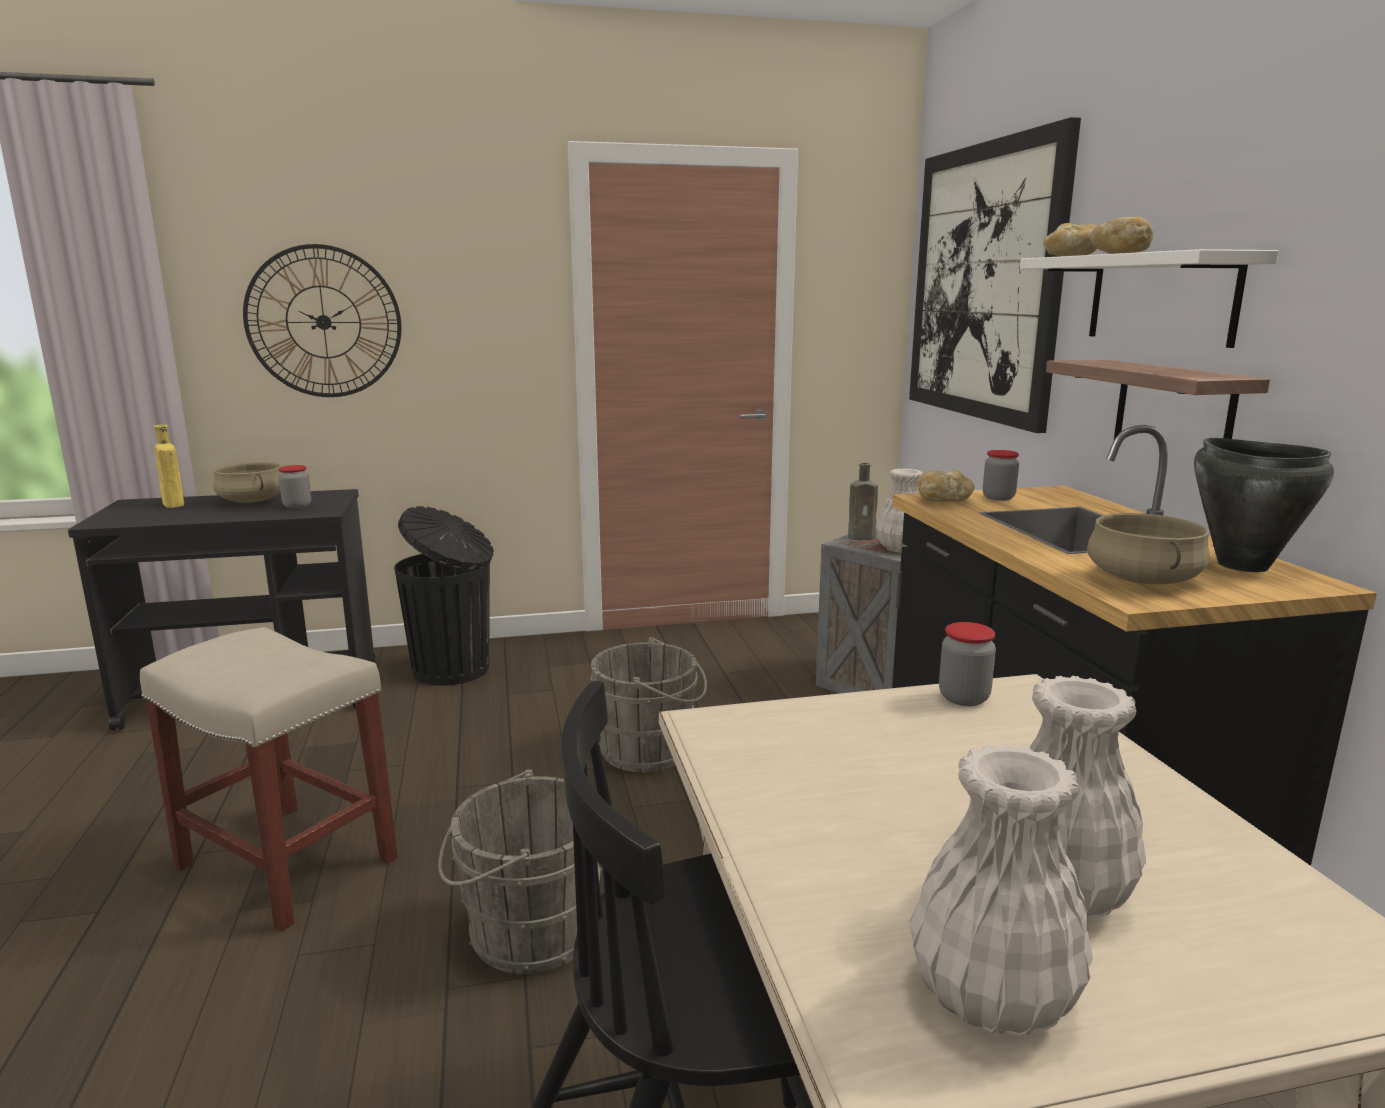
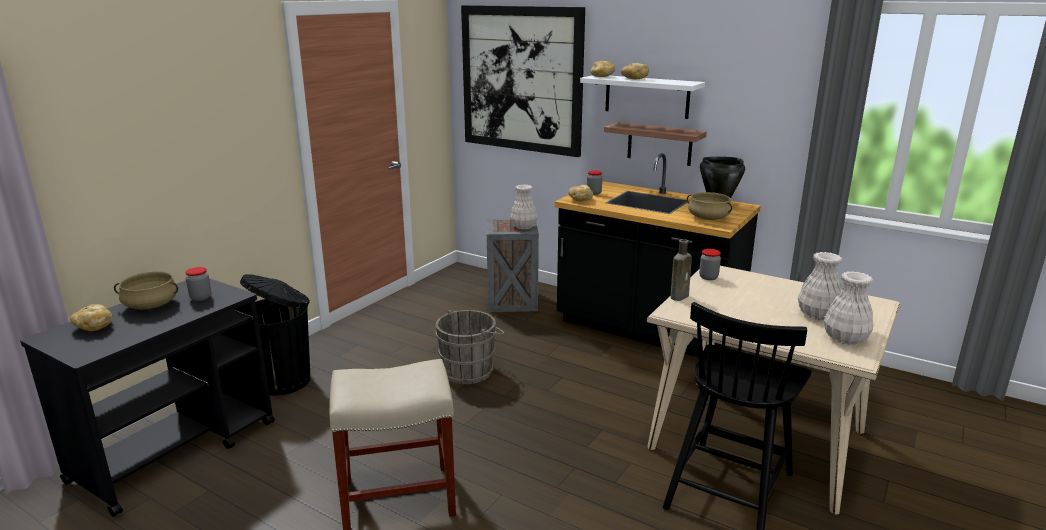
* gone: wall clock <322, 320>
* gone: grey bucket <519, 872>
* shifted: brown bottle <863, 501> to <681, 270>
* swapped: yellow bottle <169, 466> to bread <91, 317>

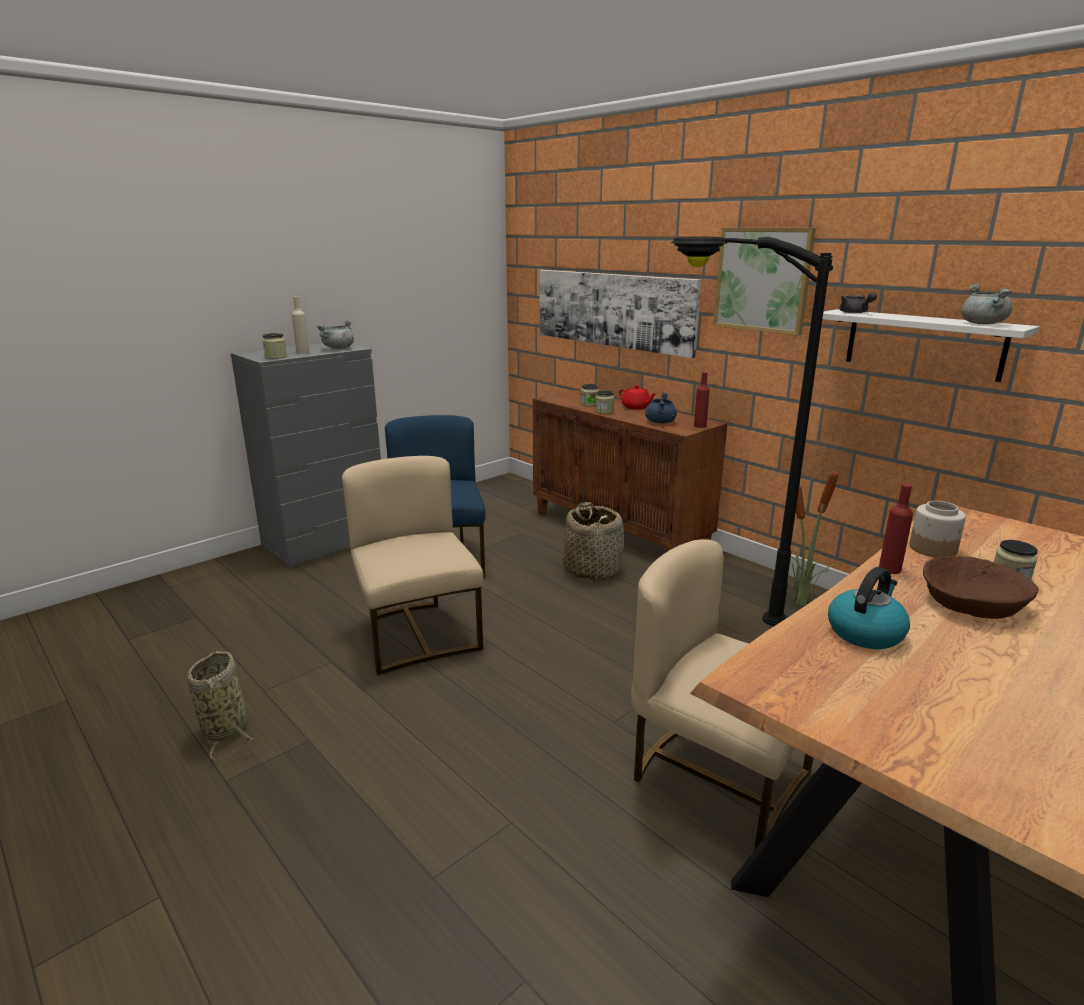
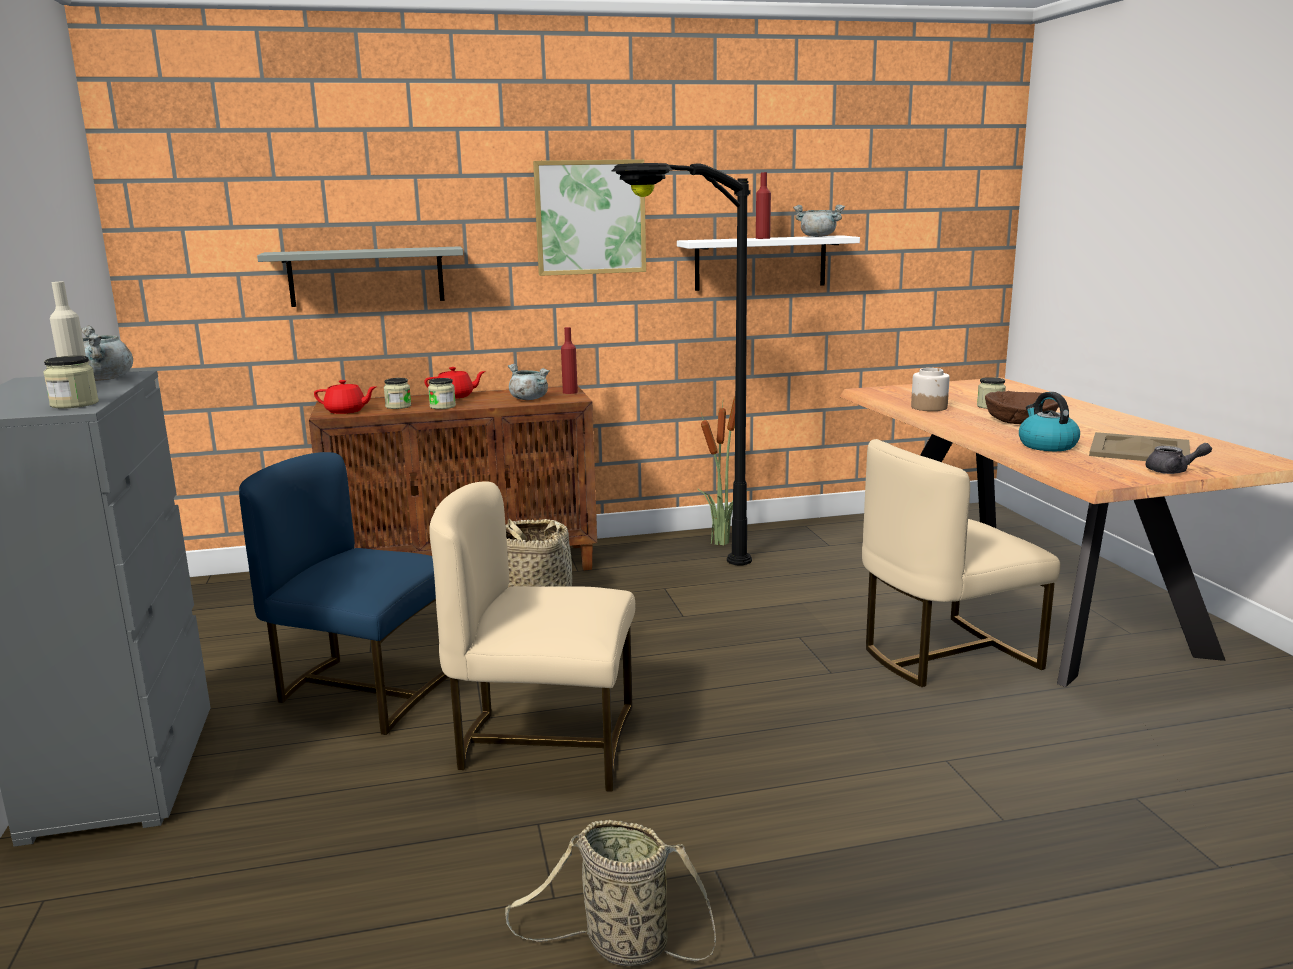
* new: red teapot <345, 397>
* new: beige tray <1139, 448>
* shifted: grey teapot <858, 302> to <1179, 458>
* shifted: red bottle <896, 529> to <763, 205>
* swapped: picture <620, 314> to grey shelf <360, 276>
* repainted: blue cooking pot <661, 408> to grey cooking pot <529, 382>

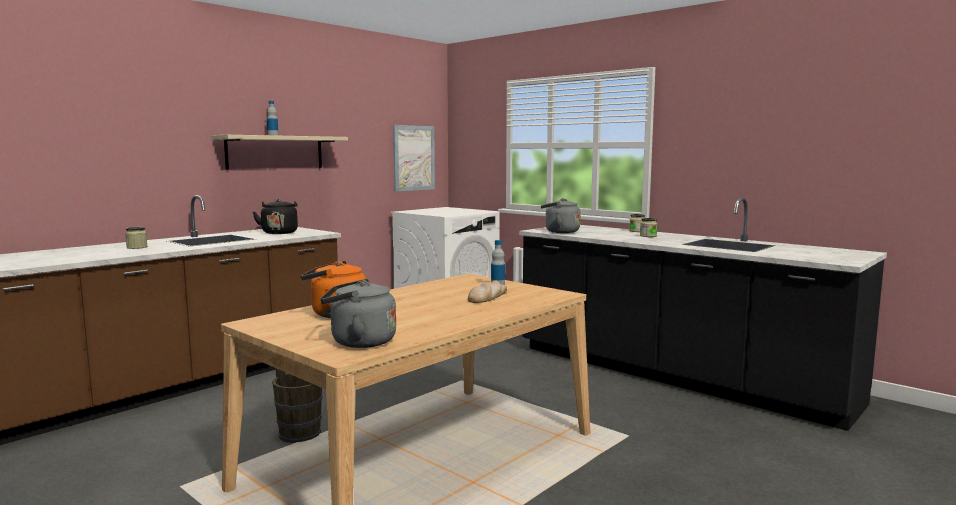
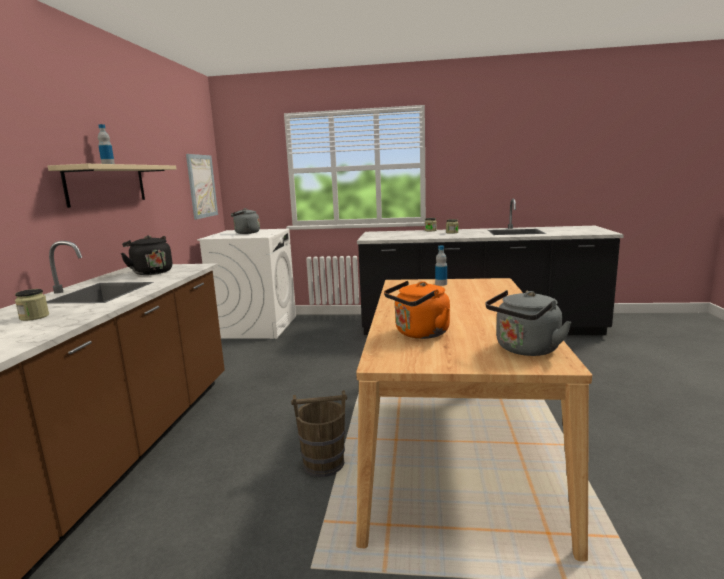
* gone: bread <487, 291>
* shifted: grey kettle <561, 215> to <245, 221>

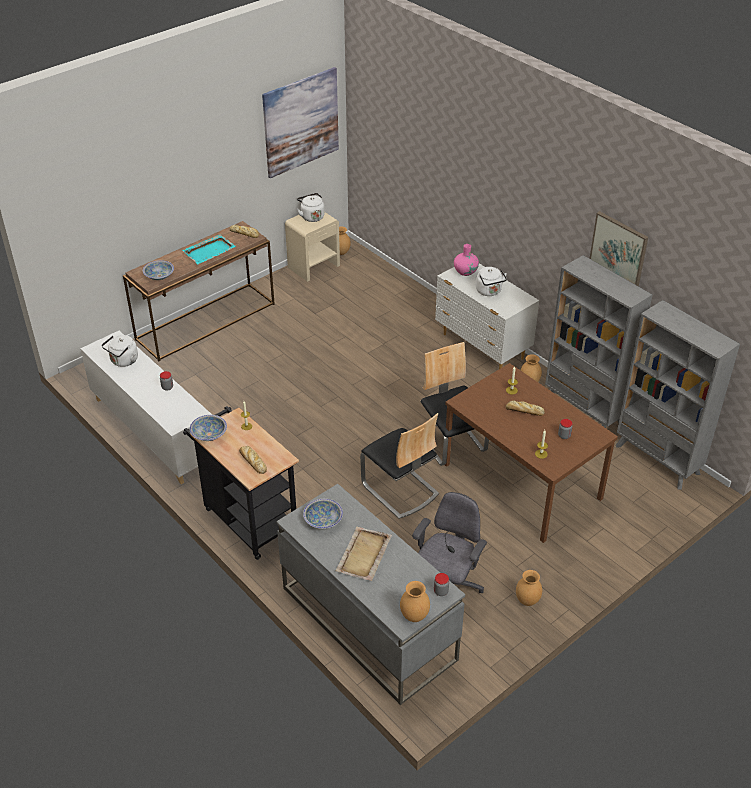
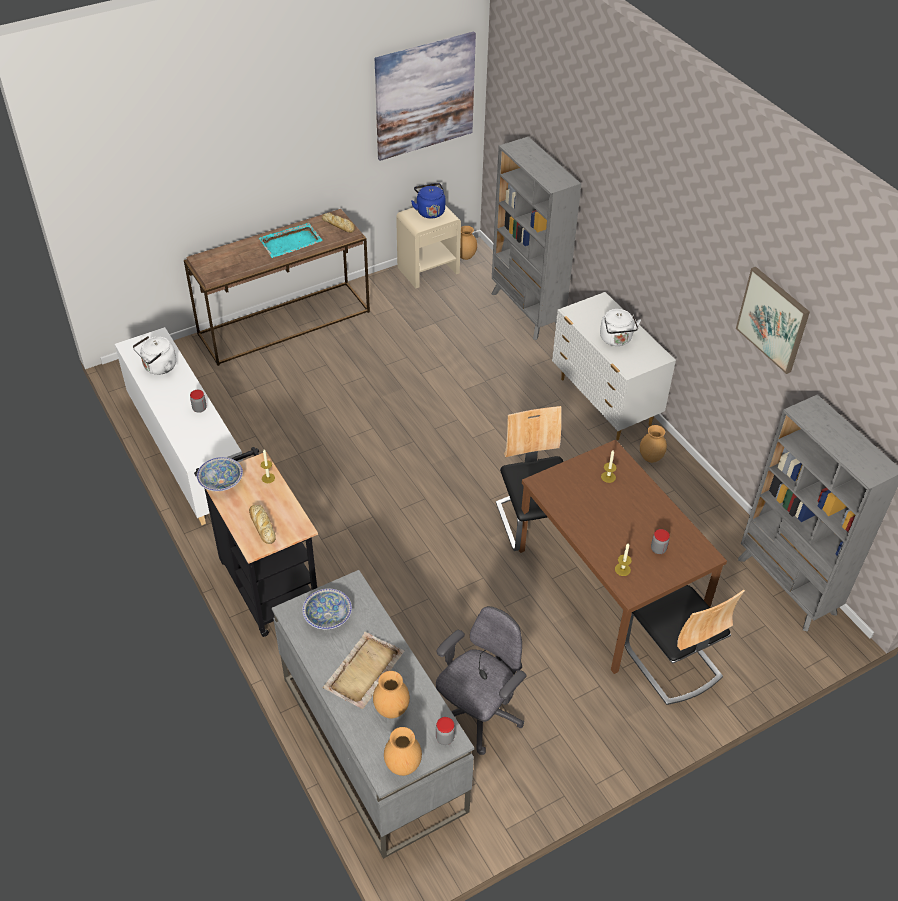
* gone: bowl <158, 270>
* gone: pink vase <466, 260>
* gone: bread <525, 408>
* shifted: chair <399, 466> to <684, 645>
* shifted: brown vase <529, 588> to <391, 694>
* shifted: grey bookcase <599, 341> to <536, 238>
* repainted: white kettle <311, 207> to blue kettle <428, 201>

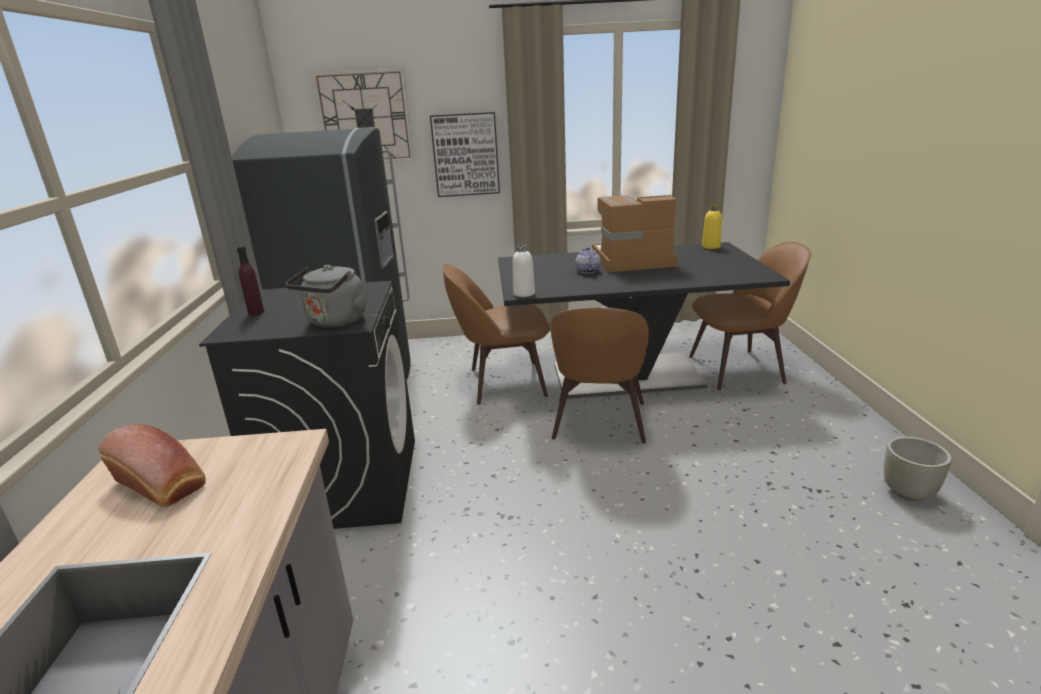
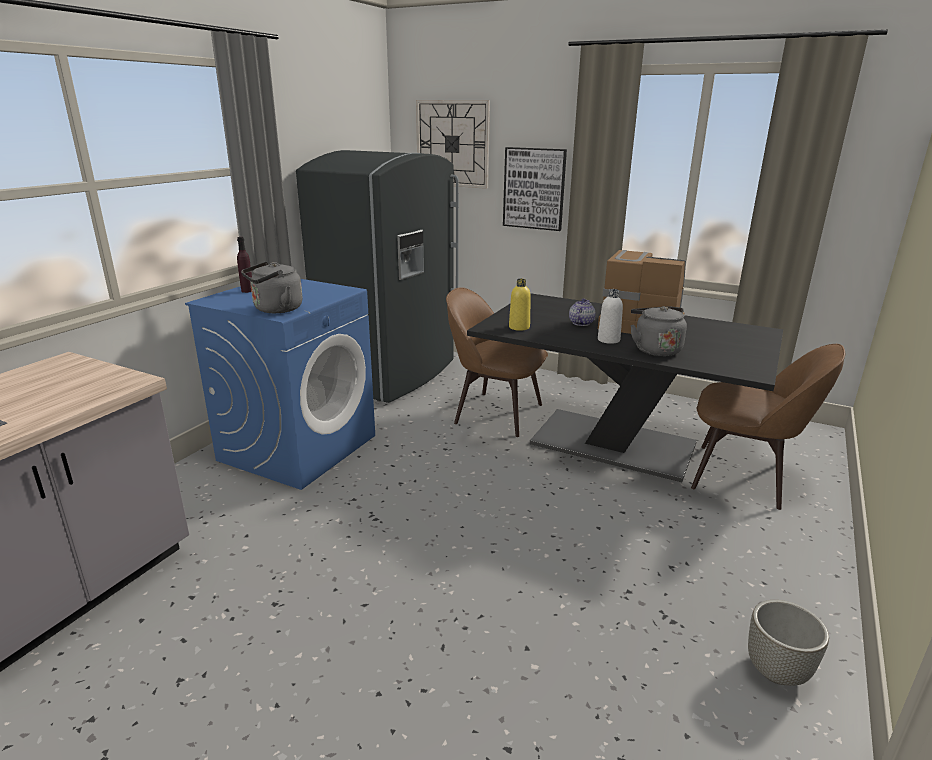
* gone: bread <152, 465>
* gone: brown chair <599, 375>
* new: grey kettle <659, 331>
* shifted: white bottle <524, 270> to <610, 316>
* shifted: yellow bottle <712, 226> to <520, 305>
* repainted: black washing machine <307, 405> to blue washing machine <280, 384>

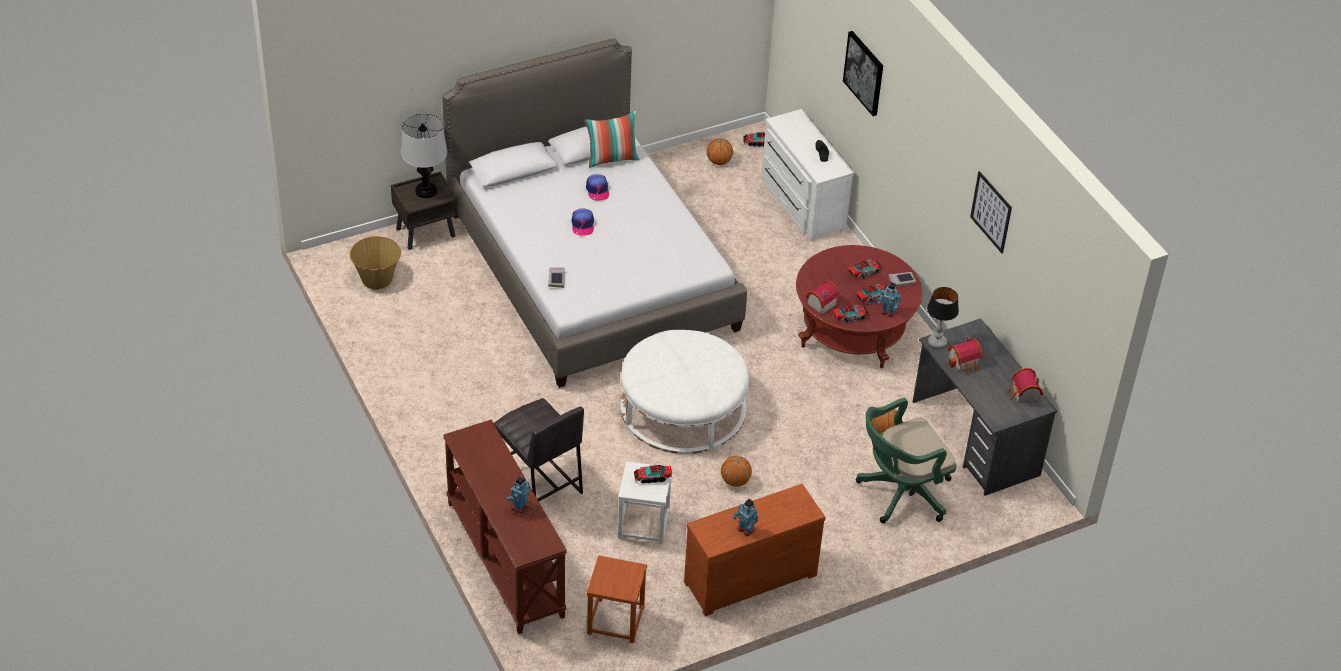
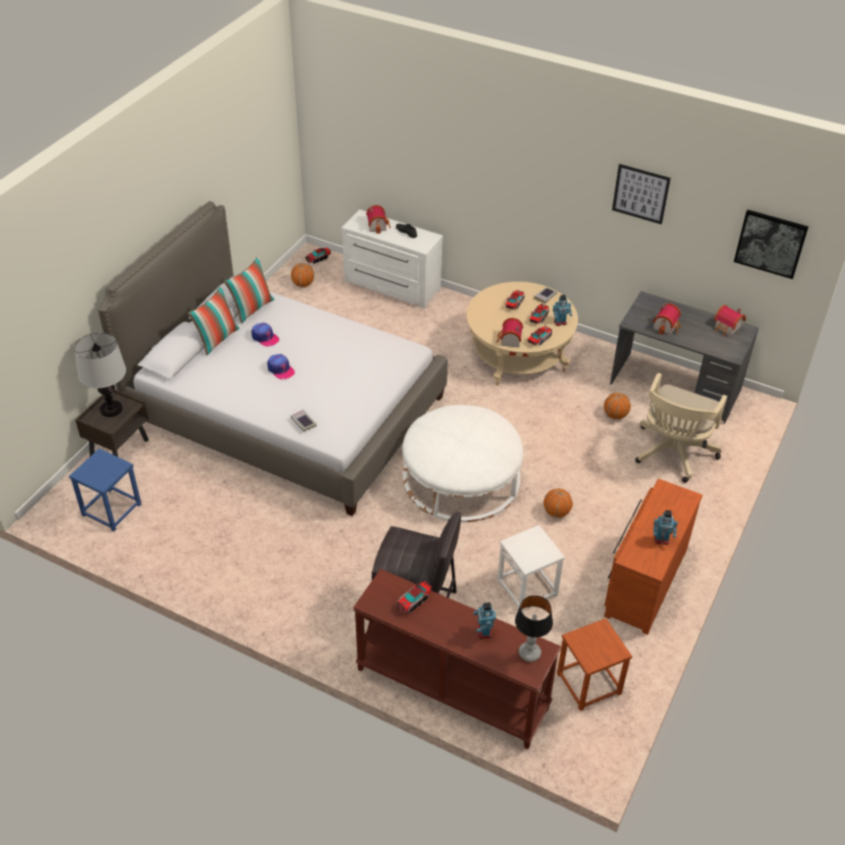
* new: pillow <214, 320>
* new: toy house <378, 219>
* shifted: toy truck <653, 474> to <413, 597>
* shifted: picture <863, 73> to <771, 244>
* shifted: table lamp <943, 317> to <534, 628>
* swapped: basket <375, 262> to blue stool <105, 489>
* repainted: red coffee table <859, 306> to beige coffee table <522, 334>
* repainted: green office chair <906, 460> to beige office chair <681, 428>

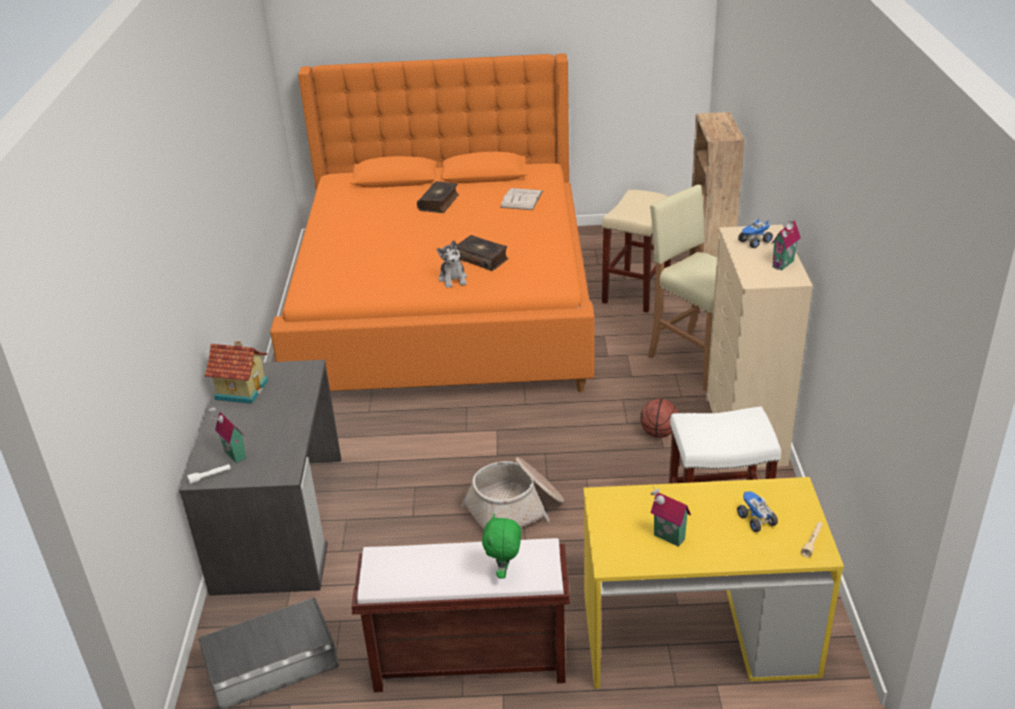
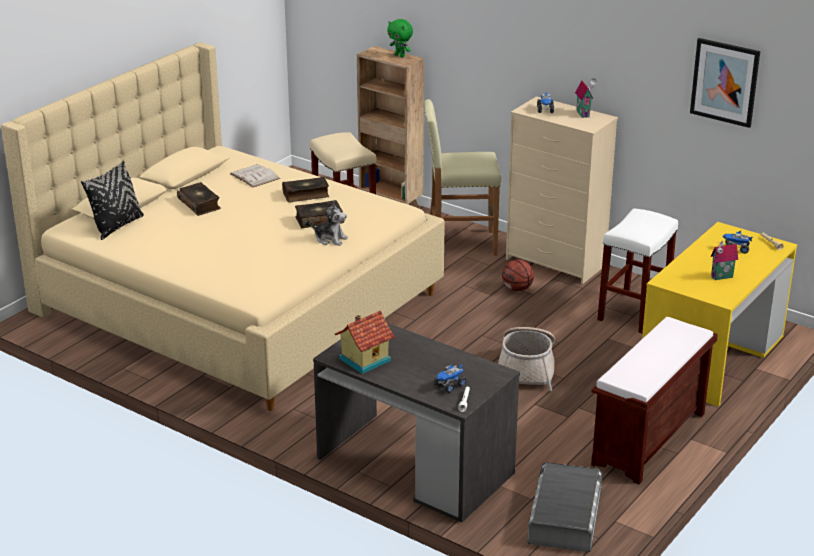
* new: black pillow <112, 200>
* new: book <305, 189>
* new: picture <725, 83>
* shifted: green plush toy <501, 546> to <400, 38>
* swapped: toy house <226, 435> to toy truck <450, 379>
* repainted: orange bed <432, 222> to beige bed <223, 226>

